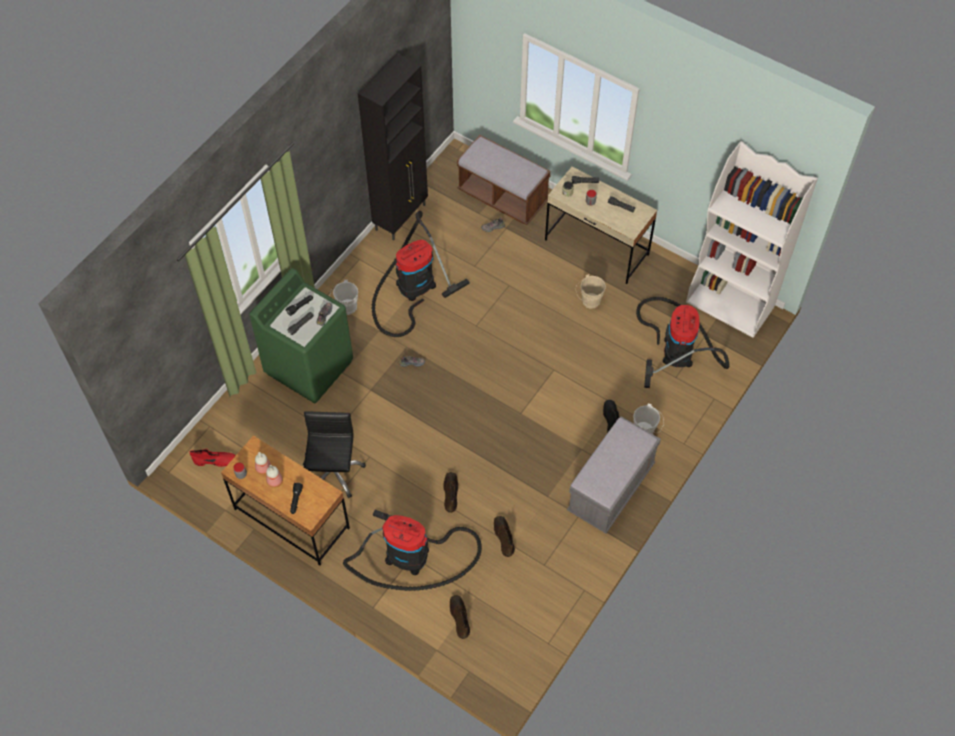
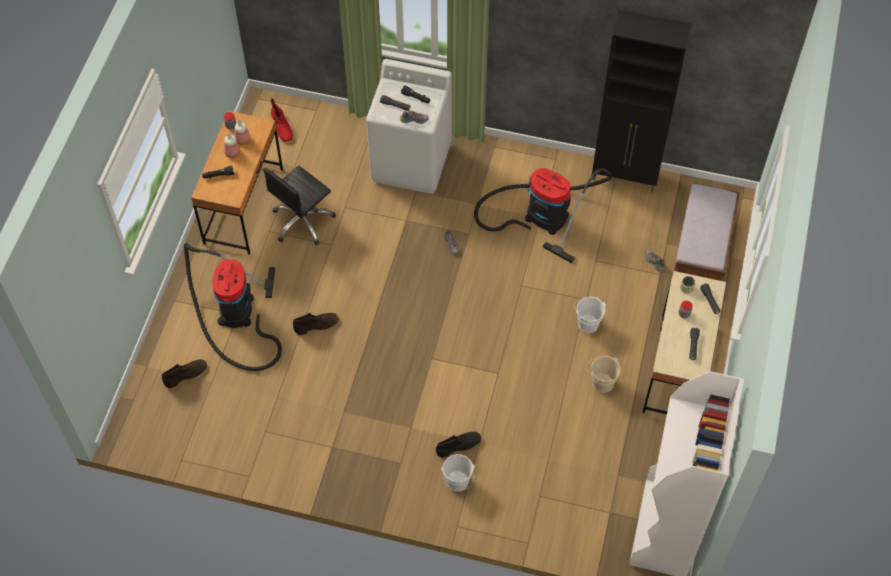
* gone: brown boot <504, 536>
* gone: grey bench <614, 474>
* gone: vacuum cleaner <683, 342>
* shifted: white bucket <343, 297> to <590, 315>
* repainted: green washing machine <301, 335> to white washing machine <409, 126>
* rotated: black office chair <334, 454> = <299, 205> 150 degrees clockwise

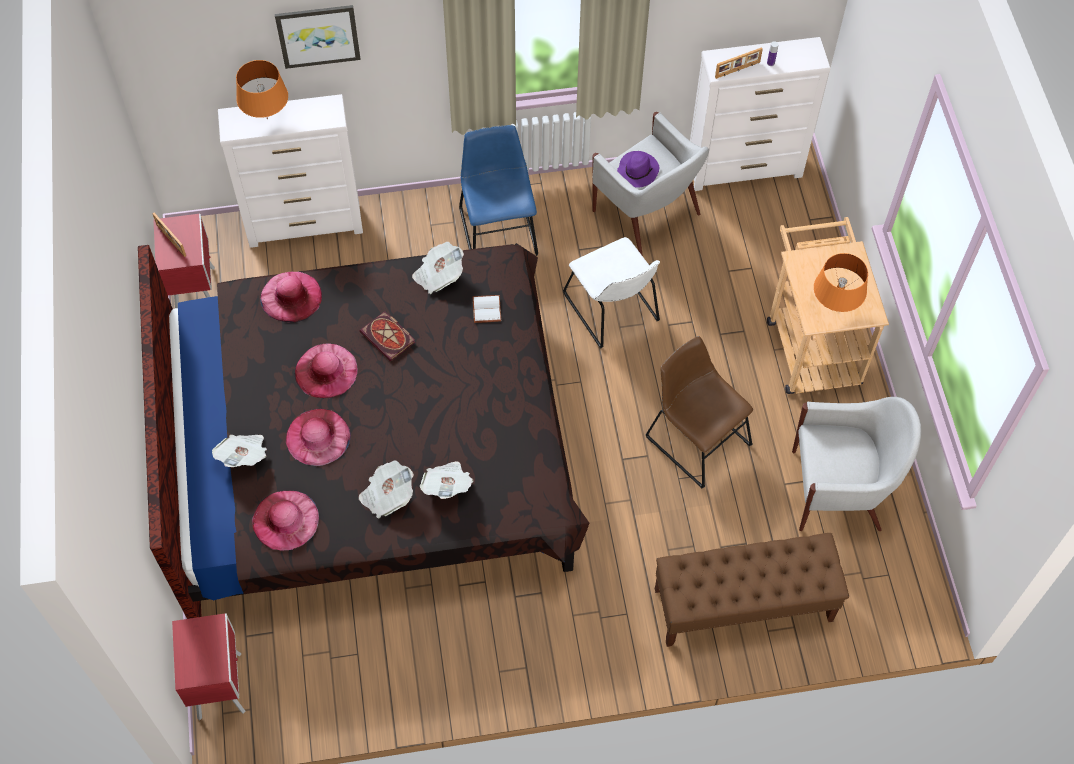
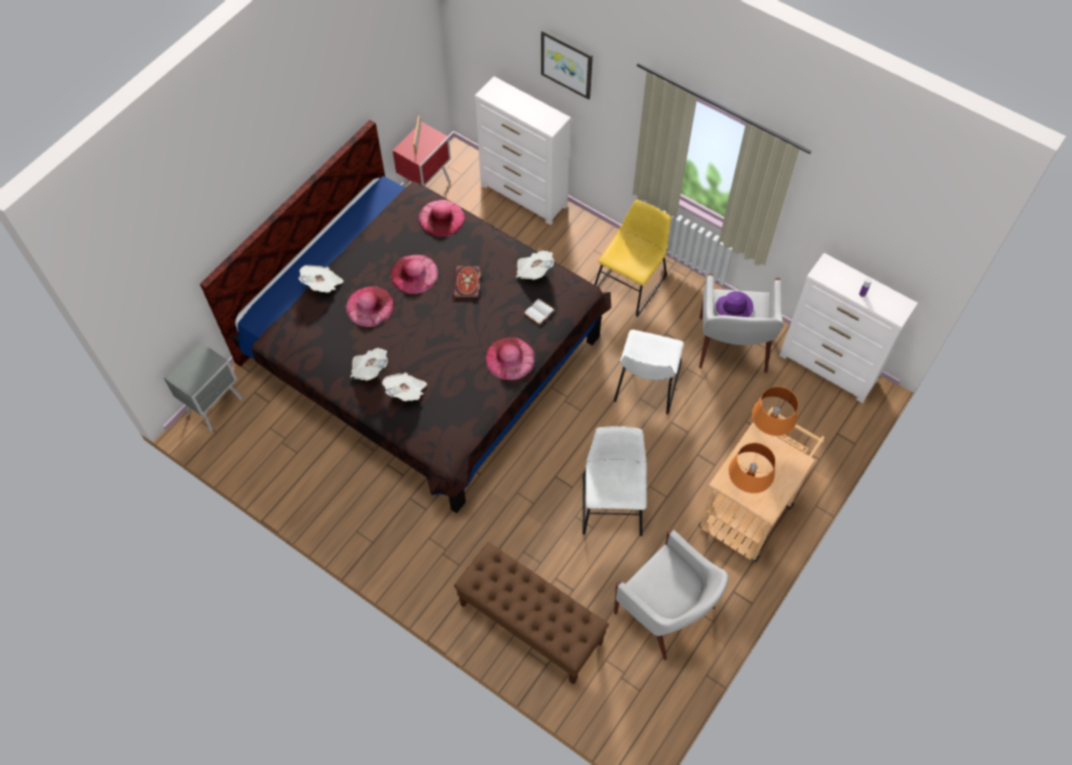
* gone: picture frame <739, 63>
* shifted: orange table lamp <262, 89> to <775, 411>
* shifted: pink hat <285, 521> to <510, 358>
* repainted: red nightstand <208, 666> to grey nightstand <203, 386>
* repainted: blue chair <499, 190> to yellow chair <632, 258>
* repainted: brown chair <699, 412> to white chair <614, 481>

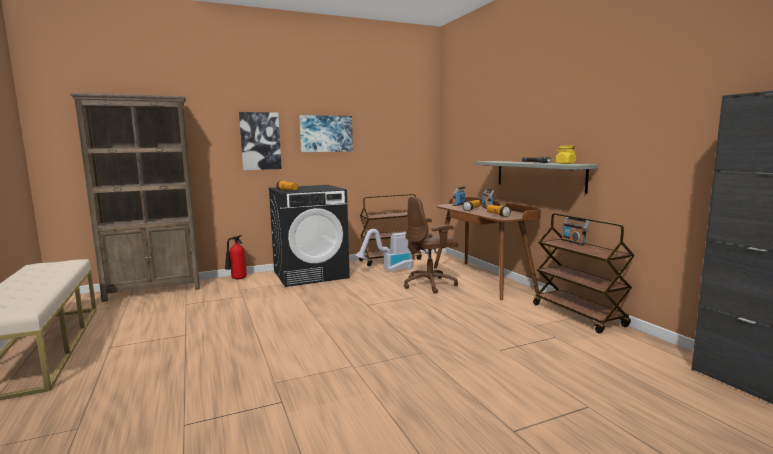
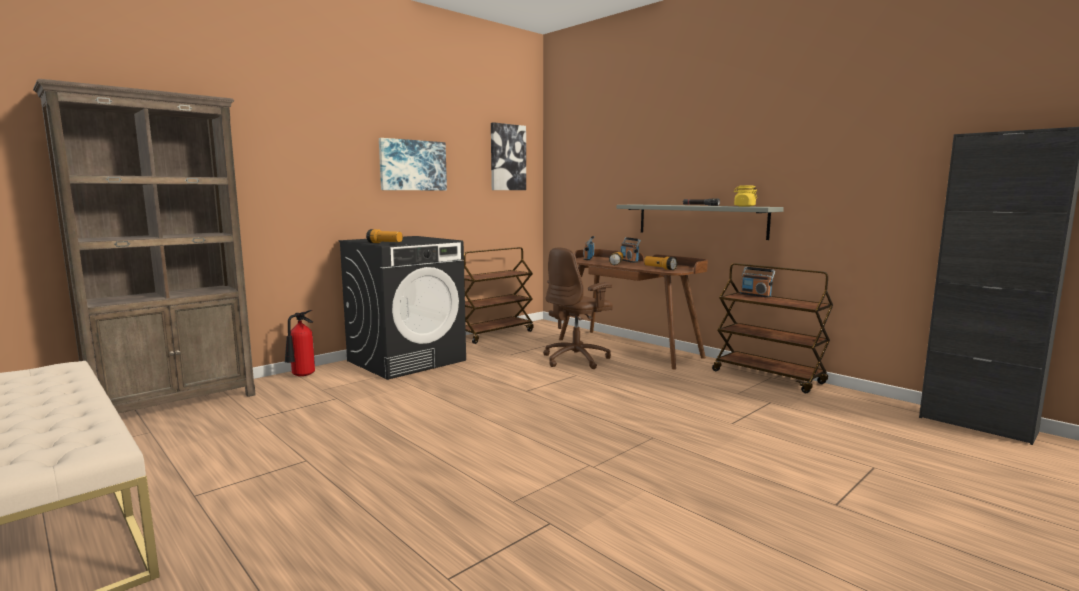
* gone: vacuum cleaner <384, 250>
* shifted: picture <260, 141> to <508, 156>

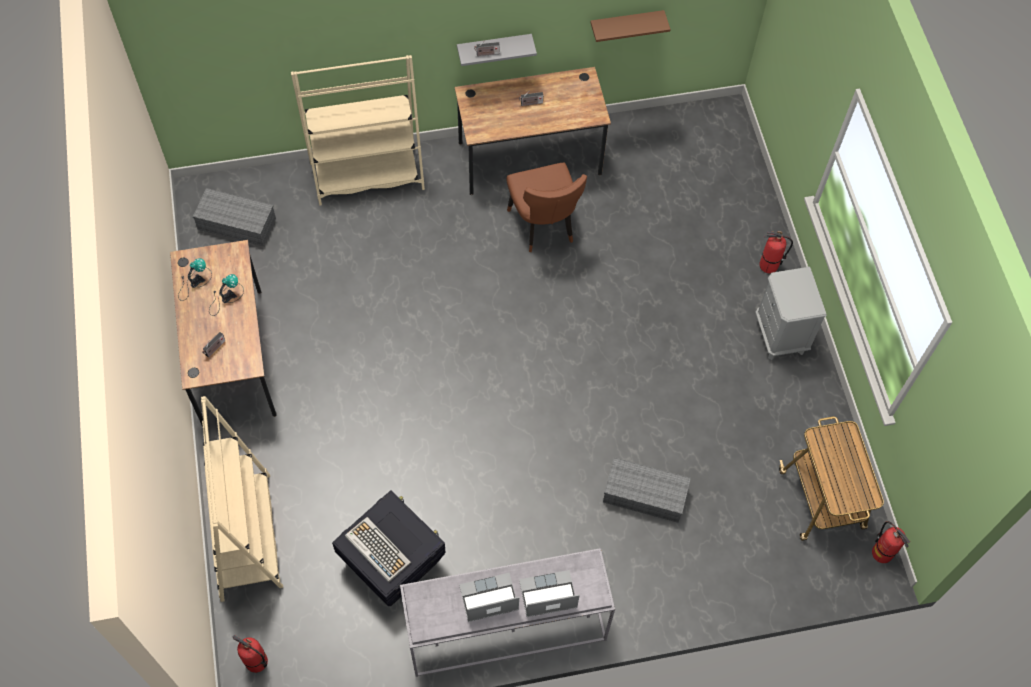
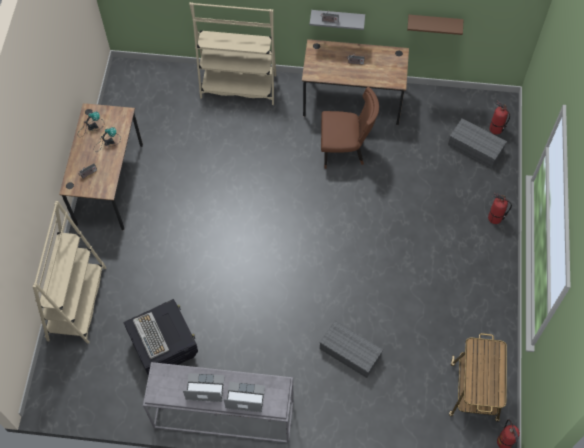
* gone: grey nightstand <790, 313>
* shifted: grey storage box <234, 217> to <477, 143>
* shifted: fire extinguisher <250, 654> to <499, 117>
* rotated: brown chair <546, 207> = <350, 128> 90 degrees counterclockwise

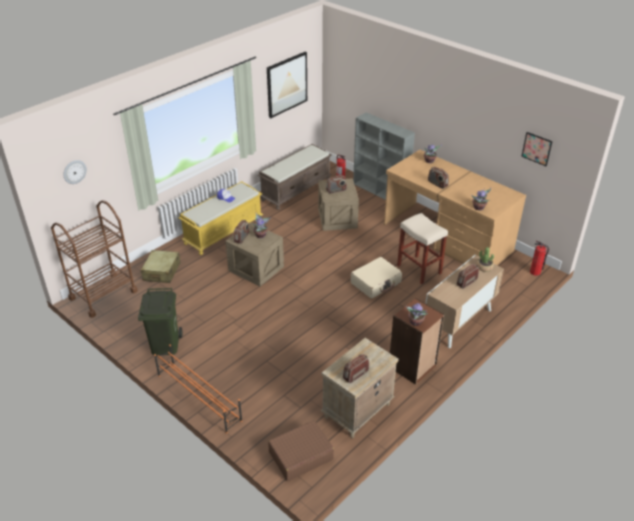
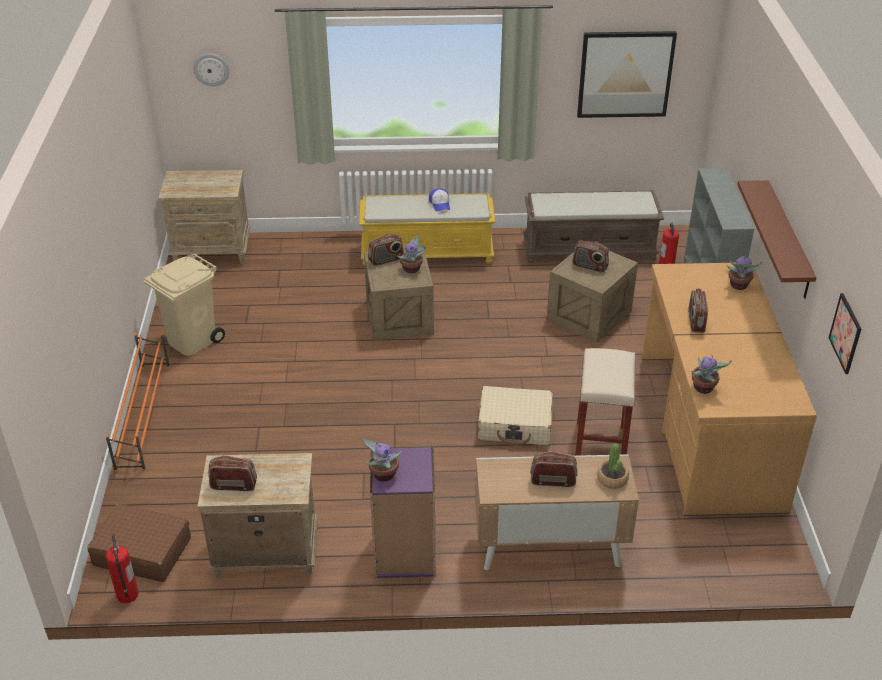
* gone: beige suitcase <161, 266>
* new: brown shelf <776, 239>
* shifted: fire extinguisher <539, 258> to <122, 568>
* swapped: brown cart <94, 259> to beige nightstand <204, 217>
* repainted: green trash can <160, 321> to beige trash can <184, 305>
* repainted: brown bookcase <417, 341> to purple bookcase <402, 512>

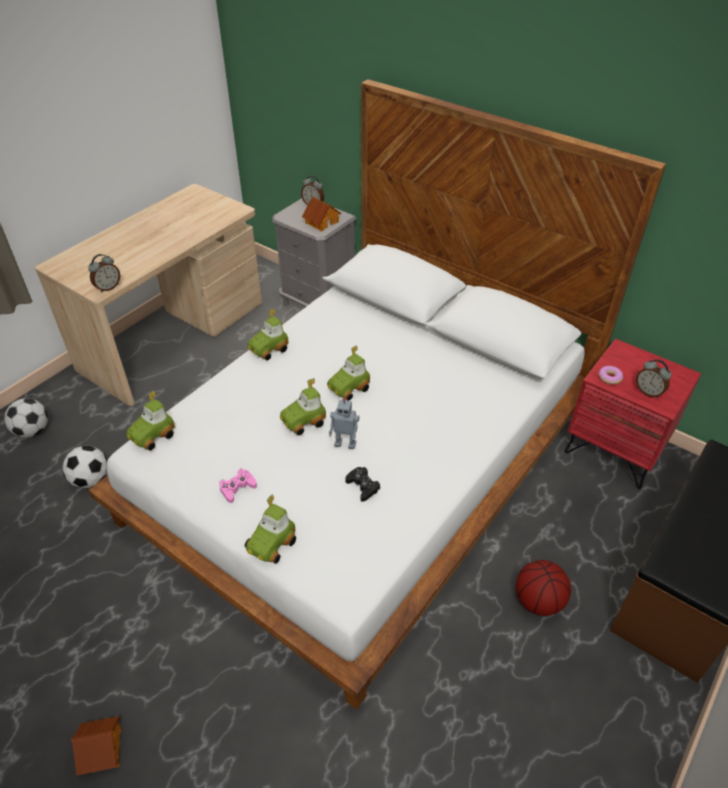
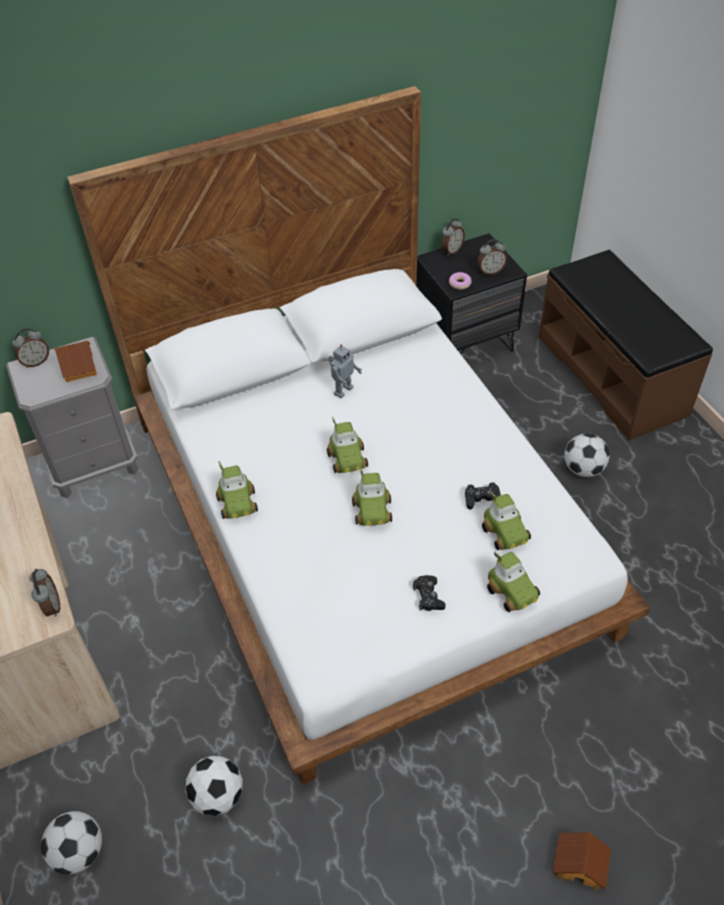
* new: alarm clock <453, 237>
* shifted: toy car <151, 420> to <506, 520>
* shifted: toy robot <344, 423> to <345, 371>
* swapped: basketball <543, 588> to football <587, 455>
* repainted: pink game controller <238, 486> to black game controller <429, 593>
* repainted: red nightstand <633, 414> to black nightstand <471, 293>

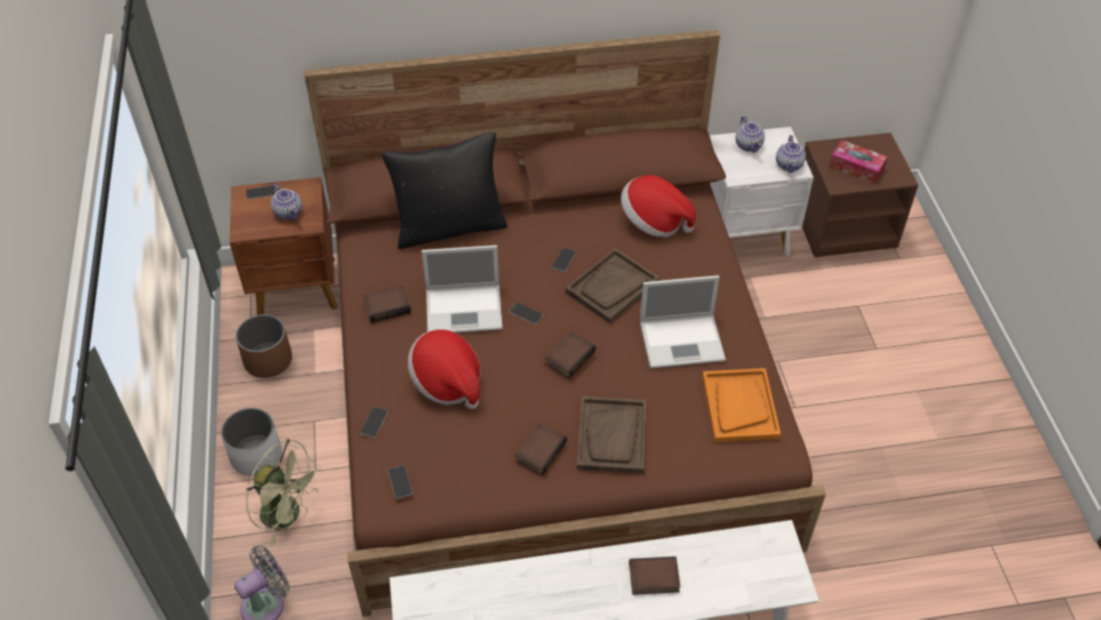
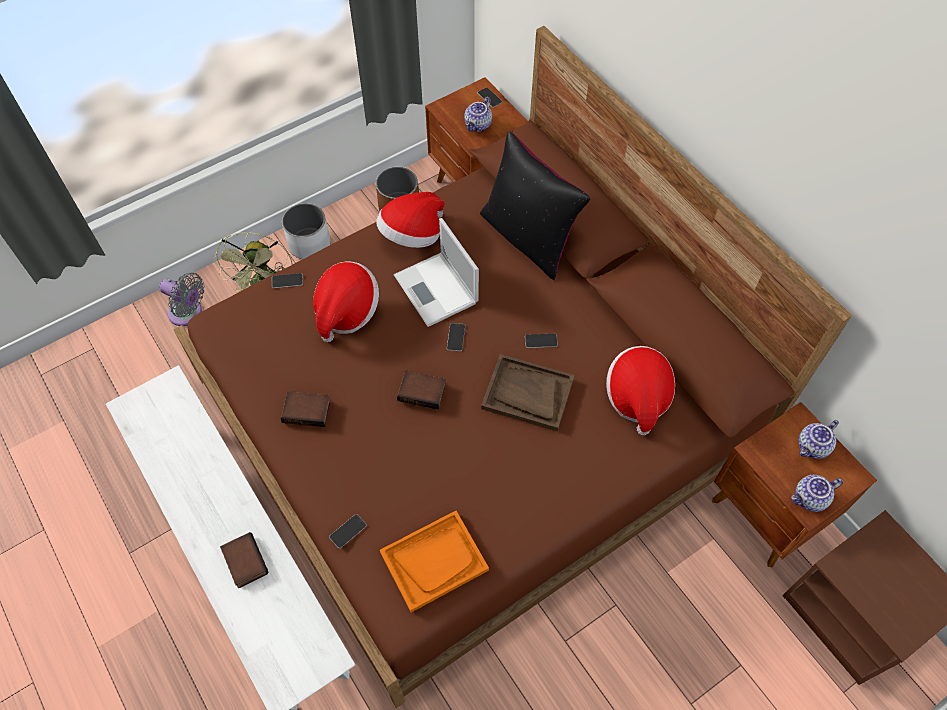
* gone: brown tray <611, 435>
* gone: laptop <683, 321>
* gone: tissue box <858, 162>
* shifted: phone <400, 482> to <348, 531>
* swapped: book <387, 304> to hat <410, 220>
* repainted: white nightstand <761, 191> to brown nightstand <794, 485>

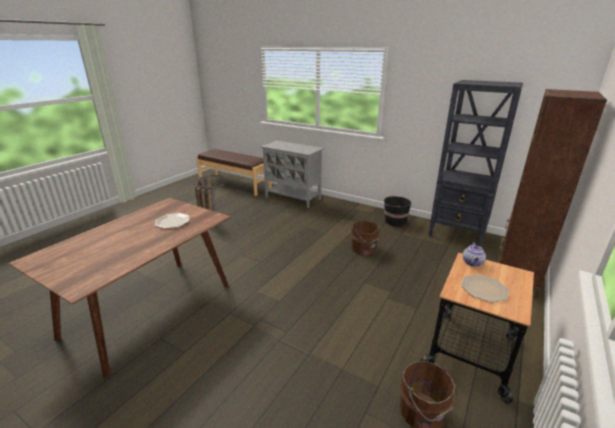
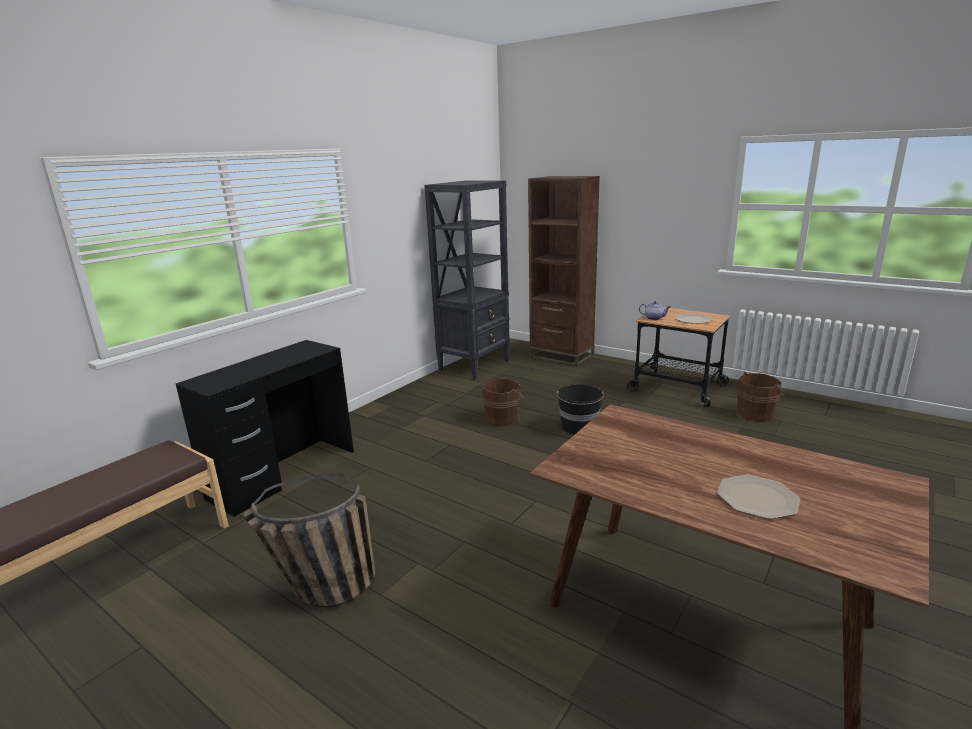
* shifted: plate <172, 221> to <758, 497>
* shifted: black bucket <397, 210> to <580, 409>
* swapped: grey cabinet <292, 174> to black desk <265, 428>

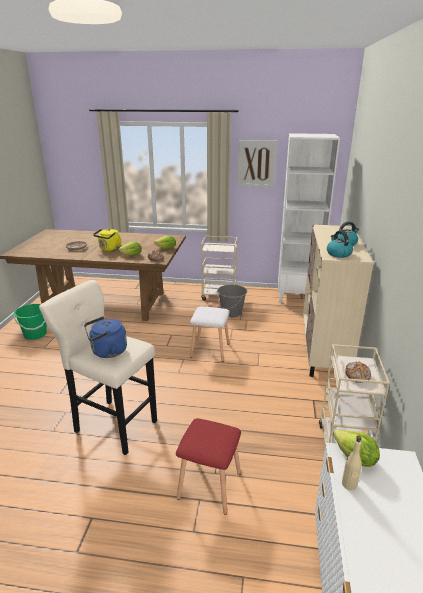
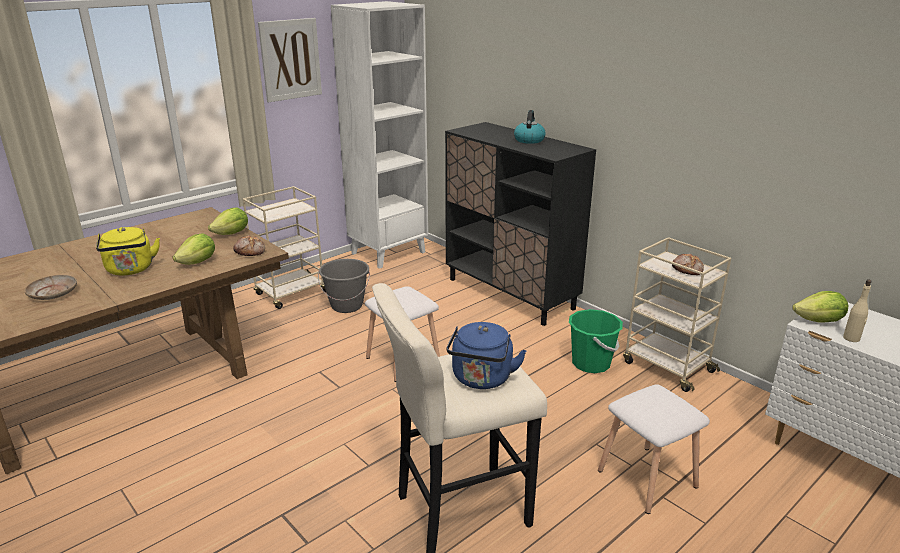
* gone: kettle <340, 244>
* shifted: green bucket <30, 322> to <596, 341>
* repainted: red stool <208, 466> to white stool <654, 449>
* repainted: beige cabinet <338, 301> to black cabinet <520, 224>

